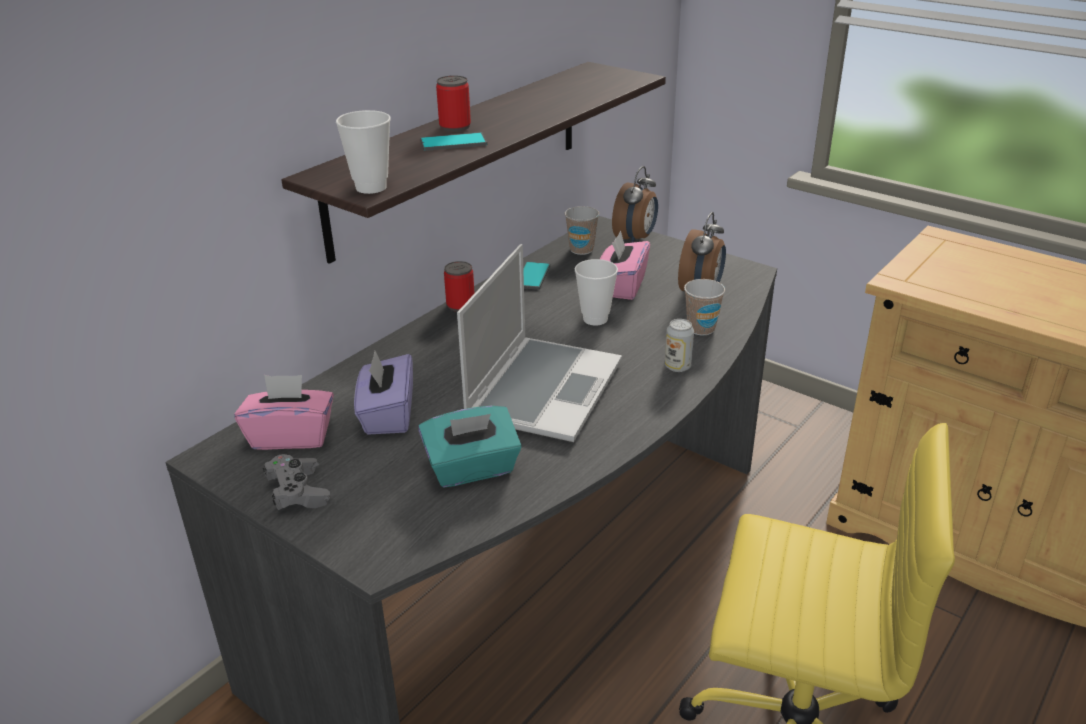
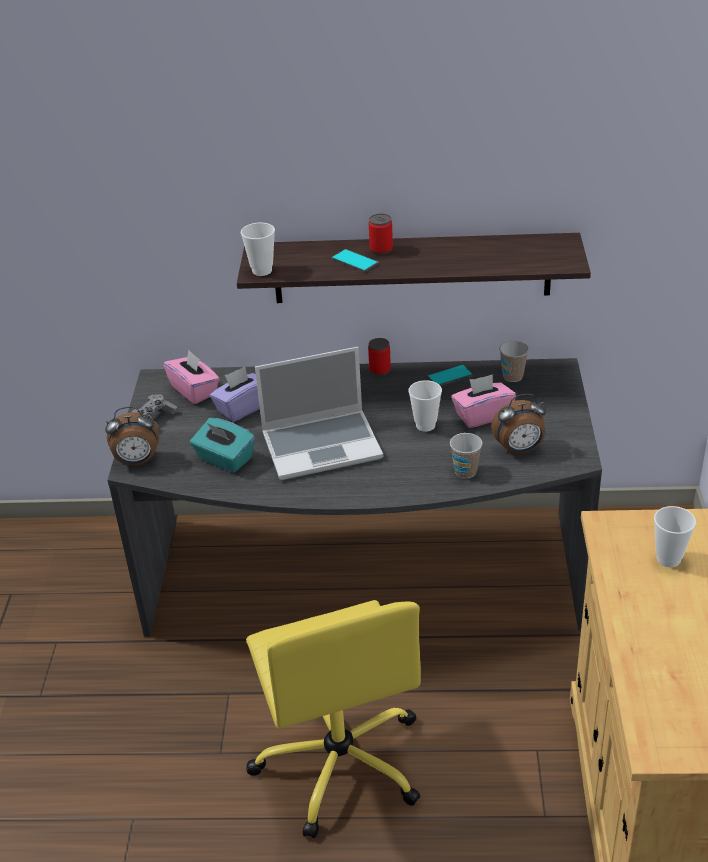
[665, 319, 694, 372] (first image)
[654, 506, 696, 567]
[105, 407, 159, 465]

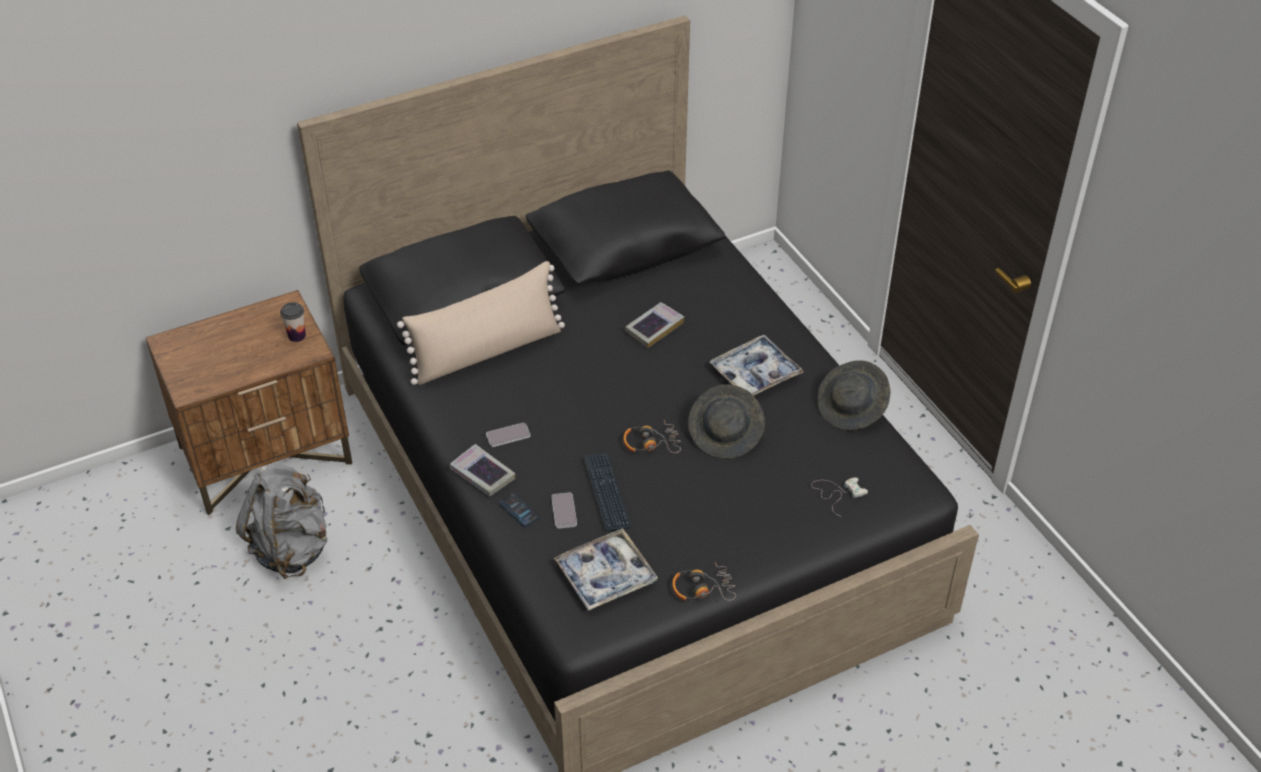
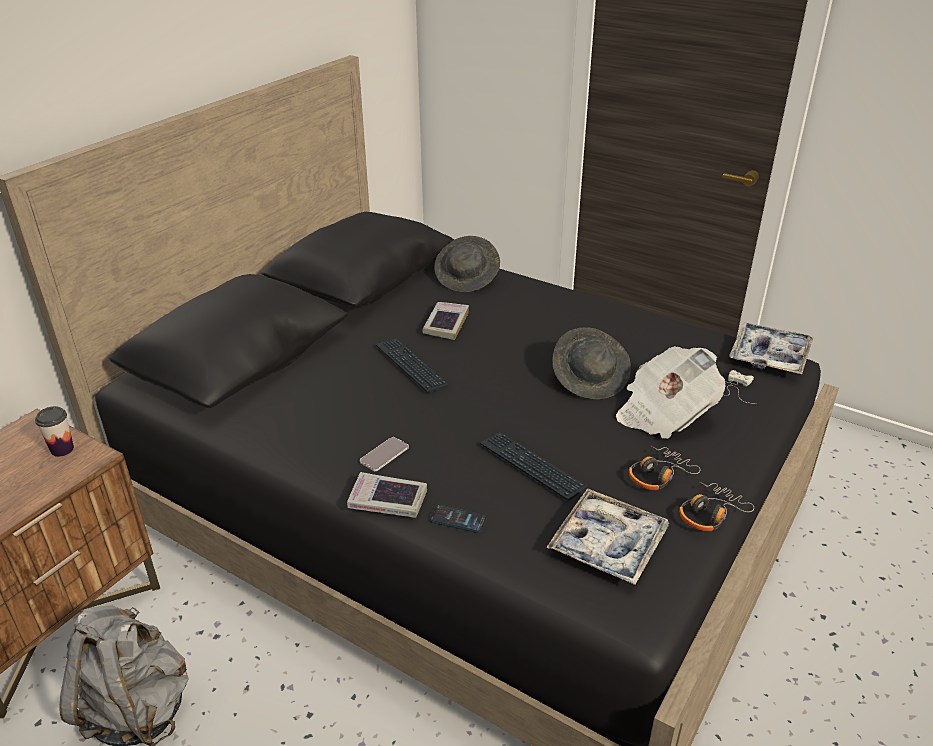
[397, 261, 565, 385] (first image)
[551, 493, 577, 529] (first image)
[375, 339, 449, 393]
[616, 346, 726, 439]
[629, 446, 701, 490]
[730, 322, 813, 374]
[434, 236, 500, 292]

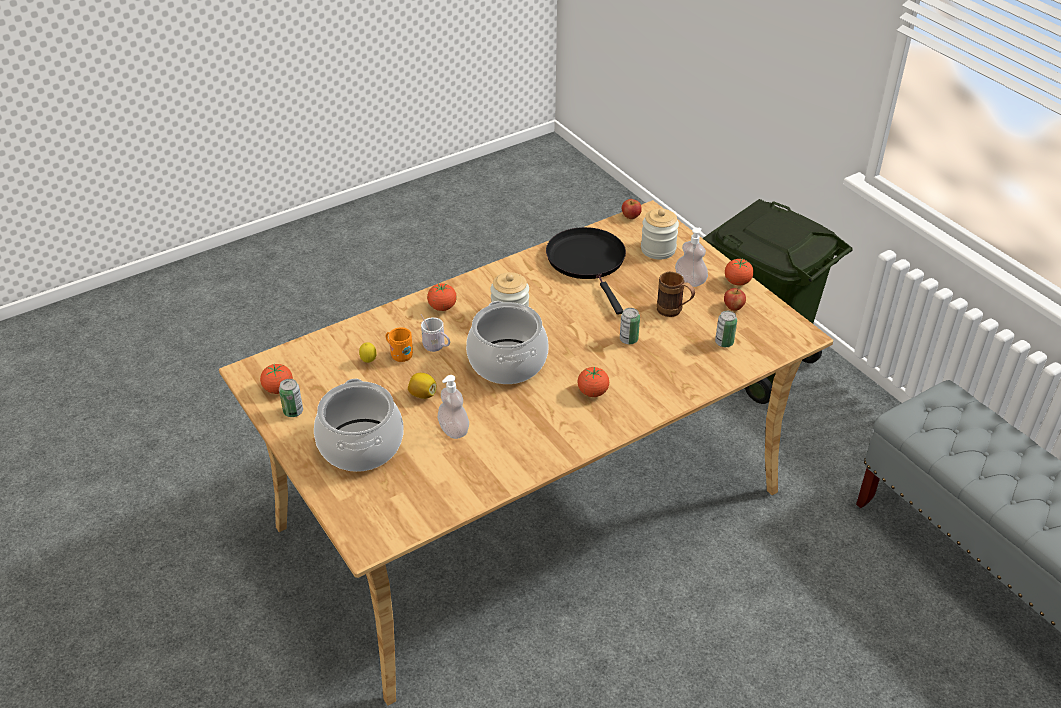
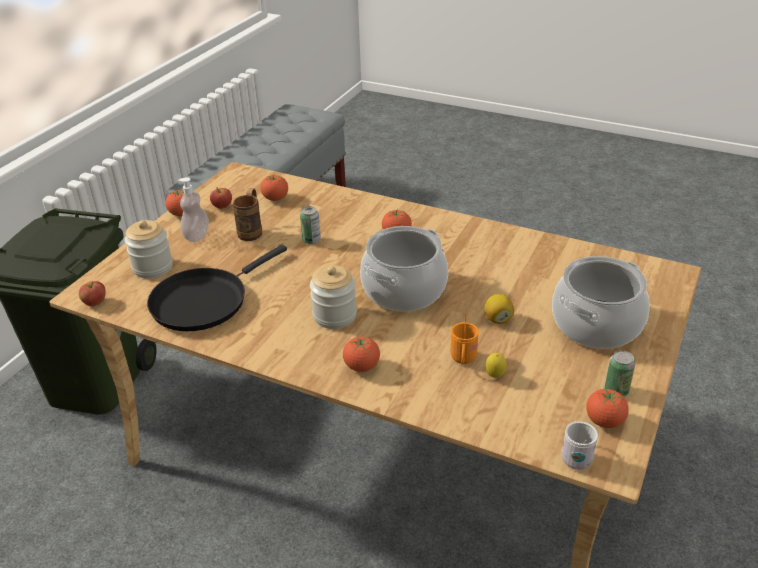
[438, 375, 469, 439] (first image)
[562, 421, 598, 470]
[260, 175, 288, 201]

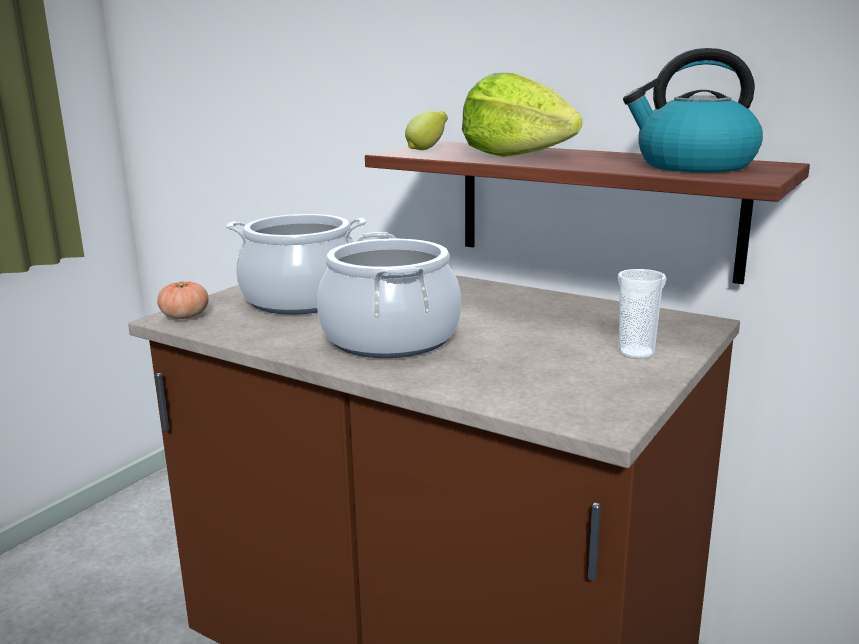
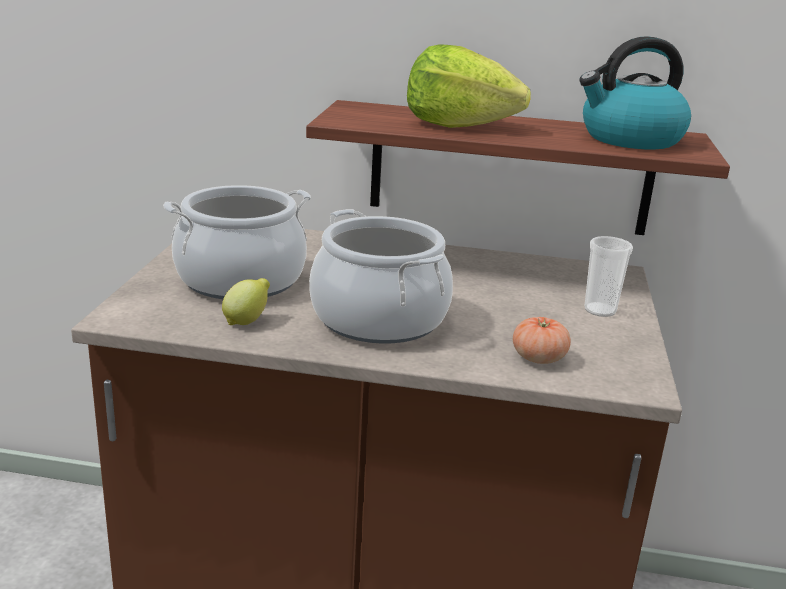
[513, 317, 571, 364]
[222, 278, 270, 325]

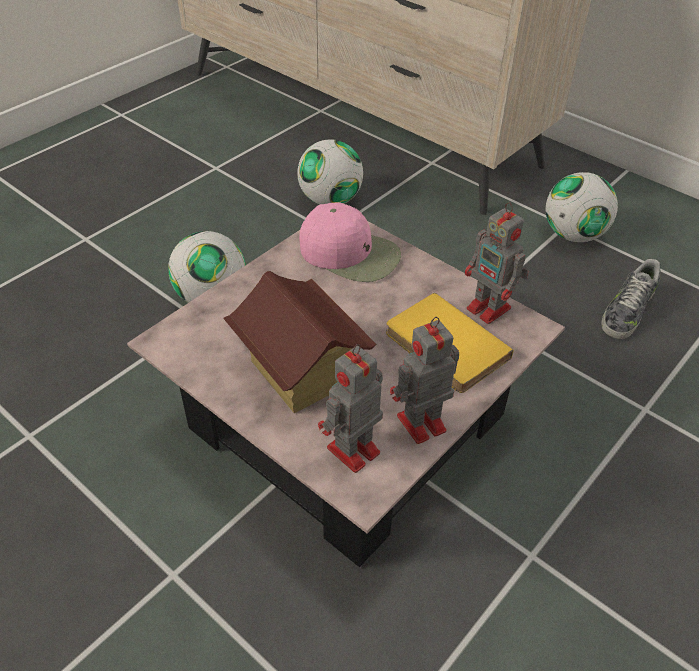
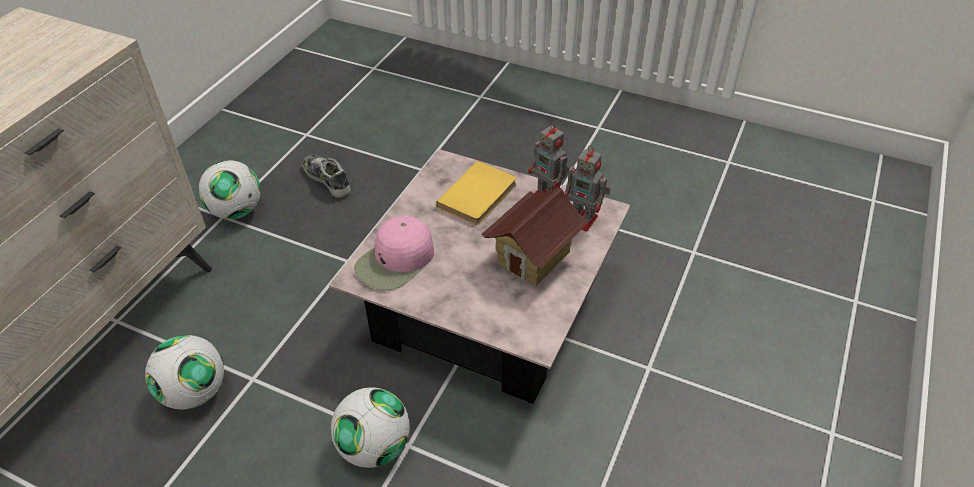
[465, 202, 529, 324] (first image)
[354, 215, 434, 290]
[302, 154, 351, 198]

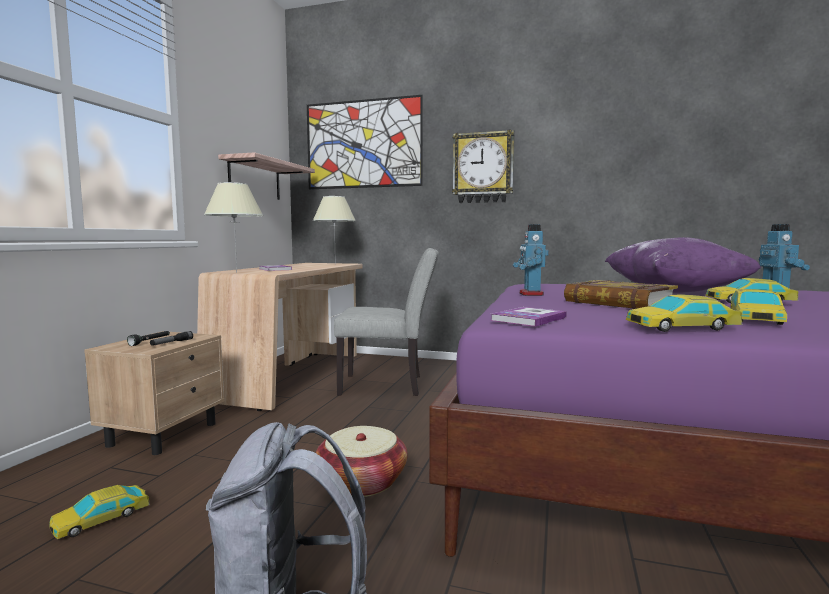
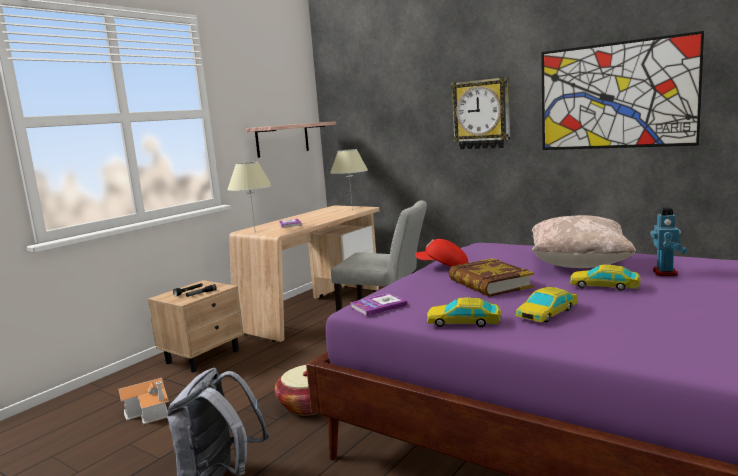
[541, 31, 704, 150]
[119, 378, 169, 425]
[415, 239, 468, 267]
[532, 215, 636, 268]

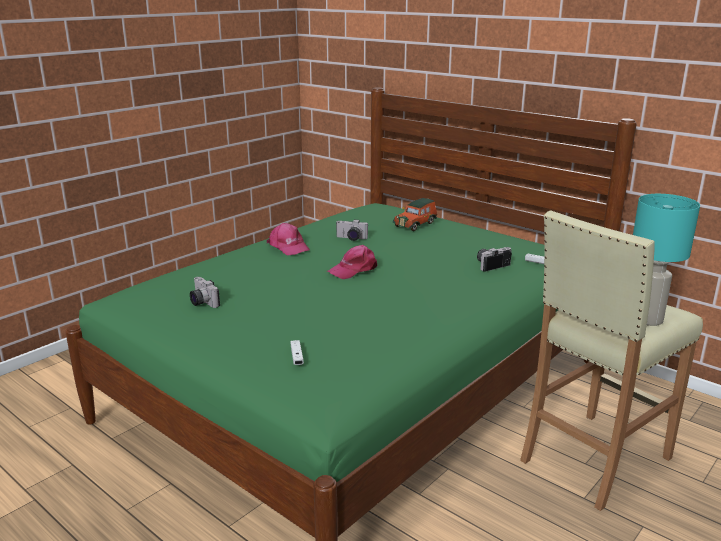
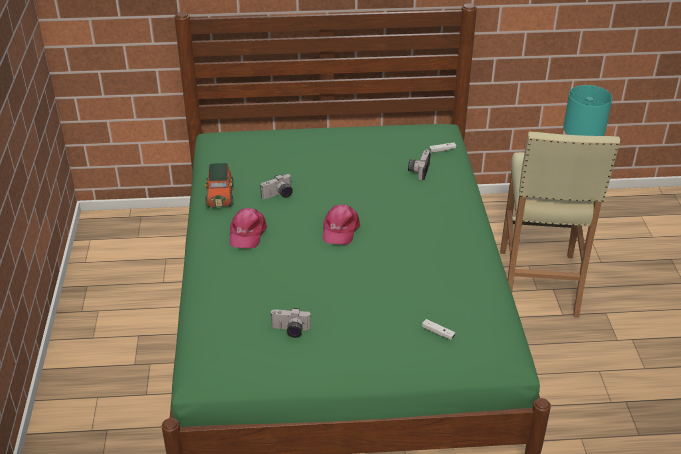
[205, 163, 233, 208]
[229, 208, 267, 248]

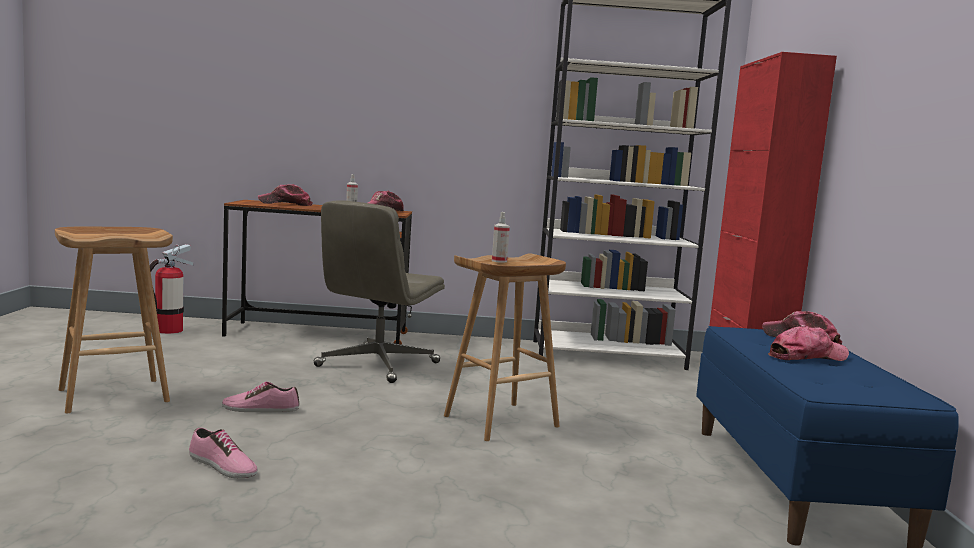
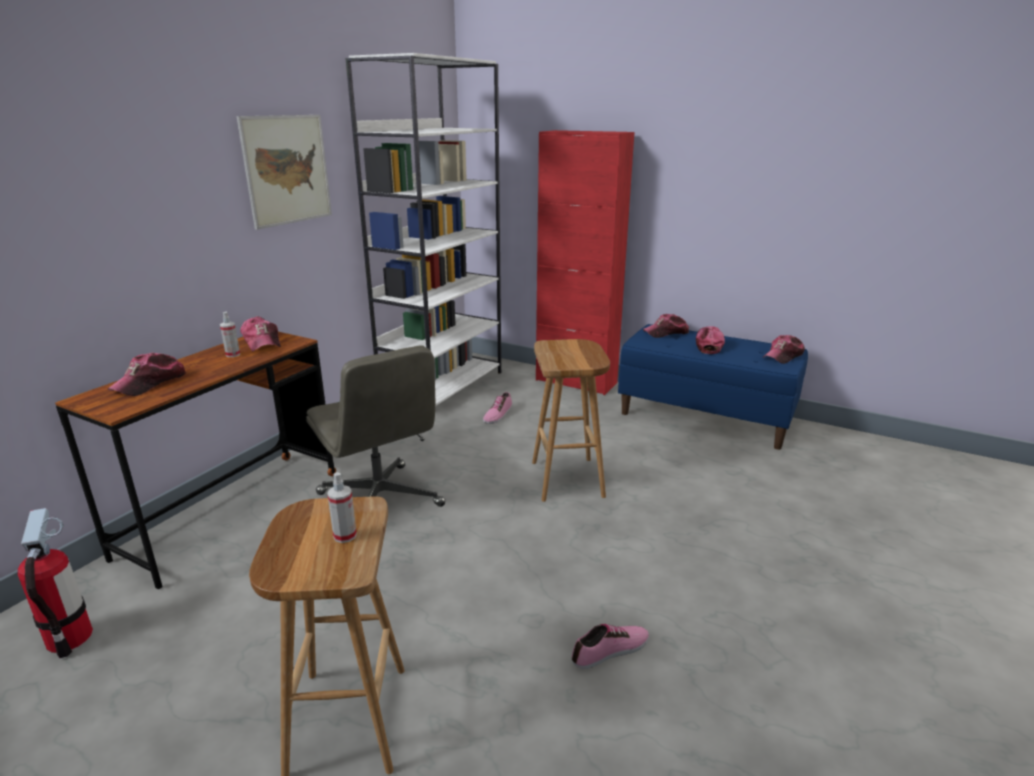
[236, 115, 332, 230]
[763, 335, 805, 364]
[483, 392, 512, 424]
[327, 472, 357, 543]

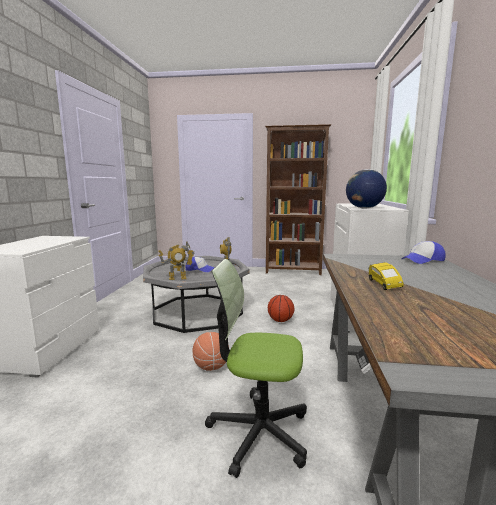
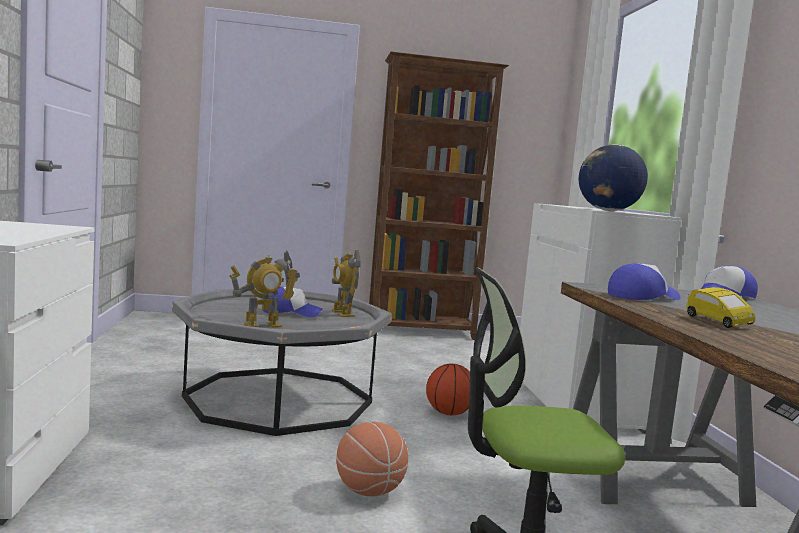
[608, 263, 681, 300]

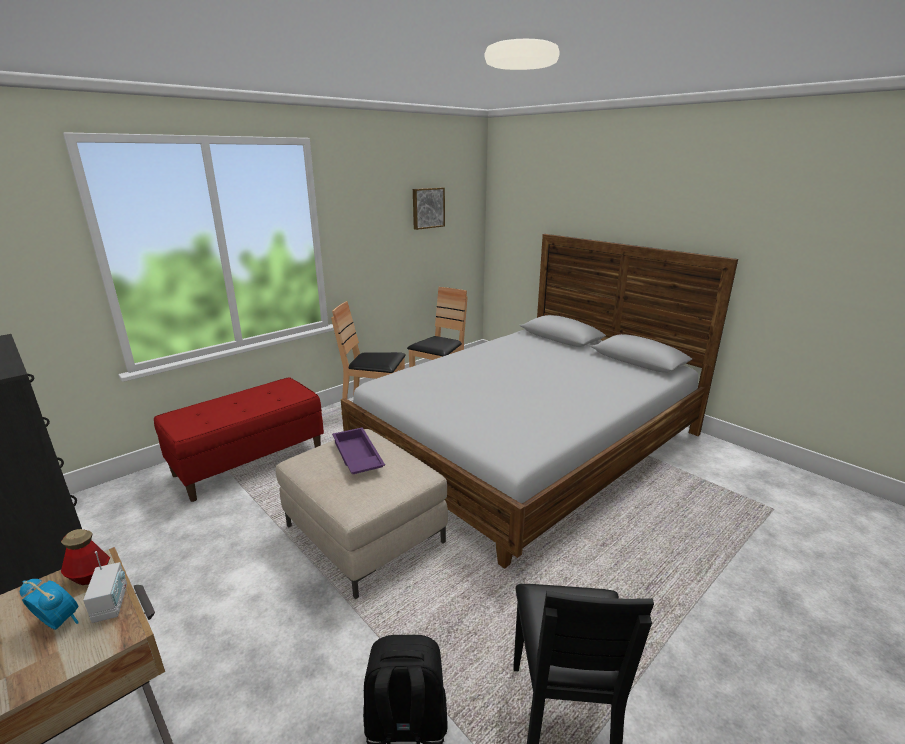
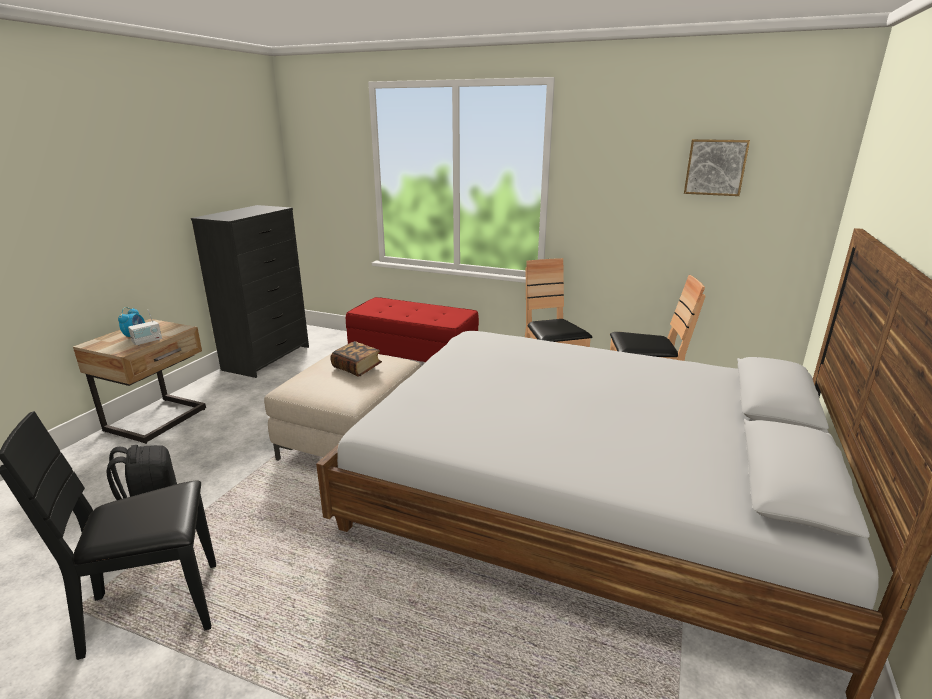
[61, 529, 110, 585] (first image)
[330, 341, 382, 377]

